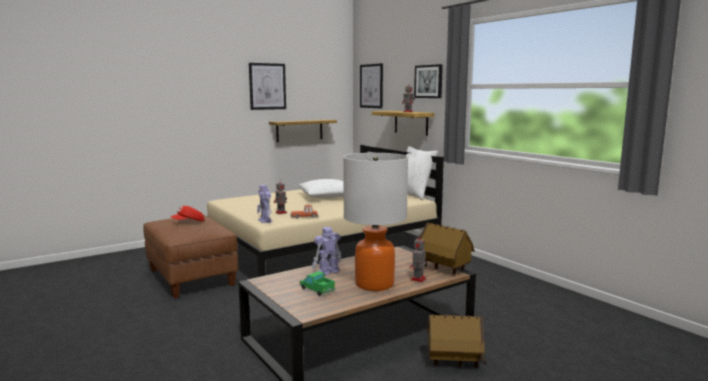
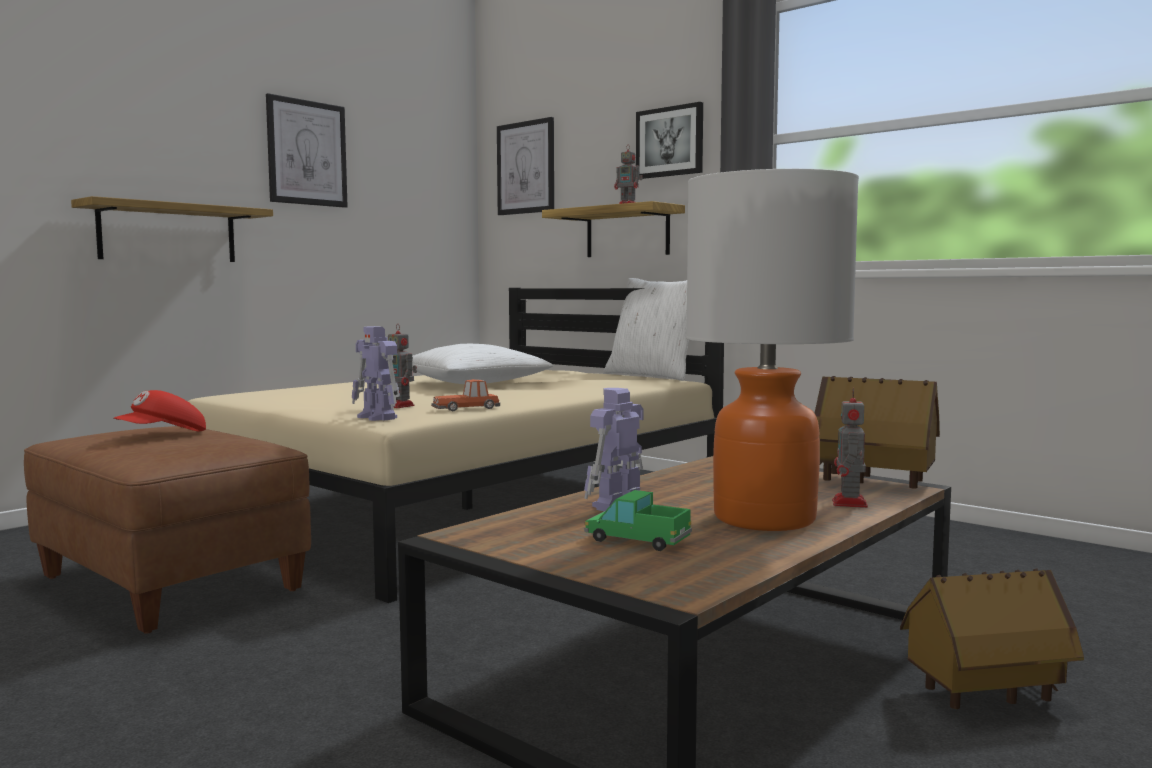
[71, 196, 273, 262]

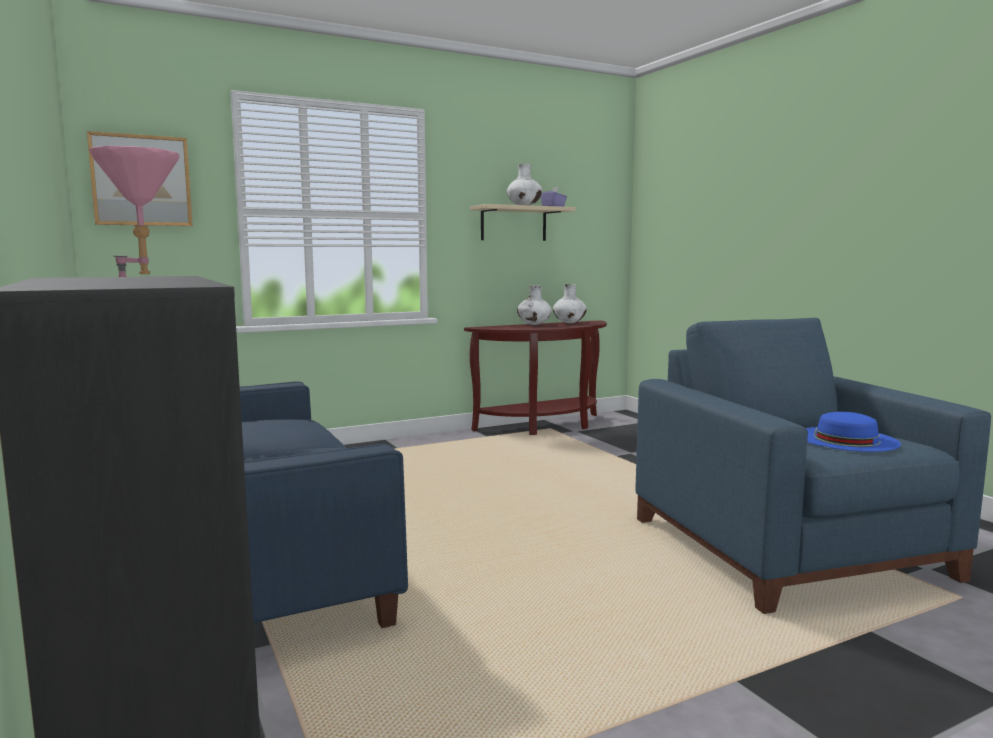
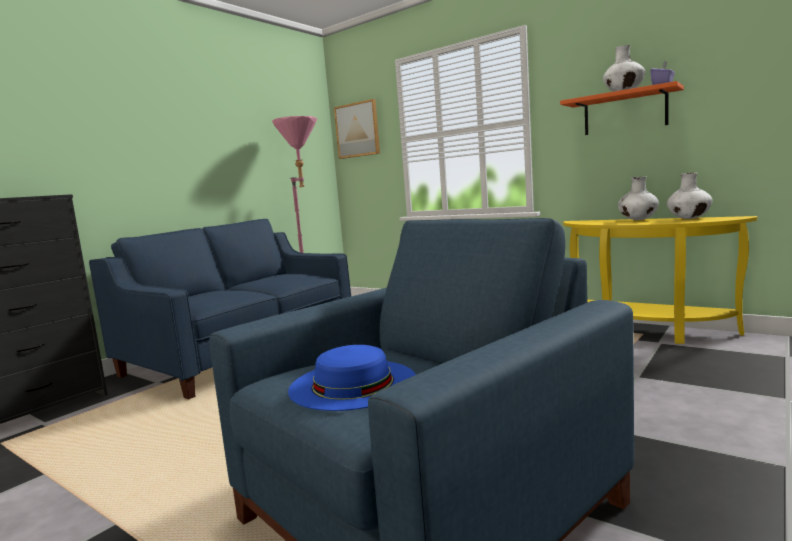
[563, 216, 757, 344]
[560, 81, 684, 135]

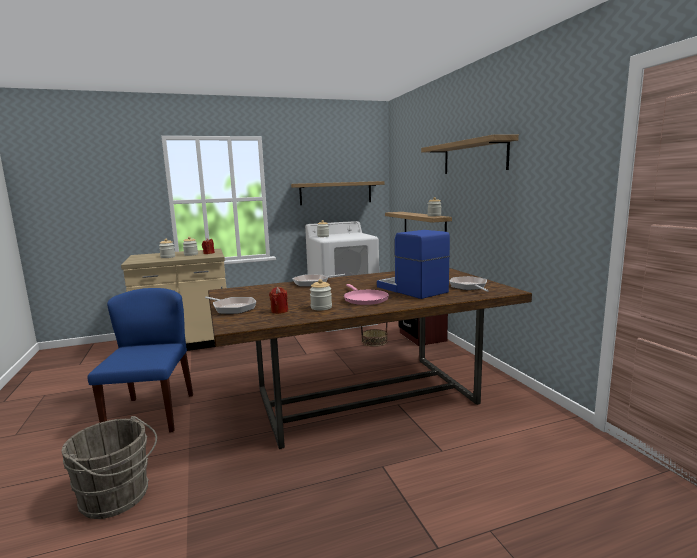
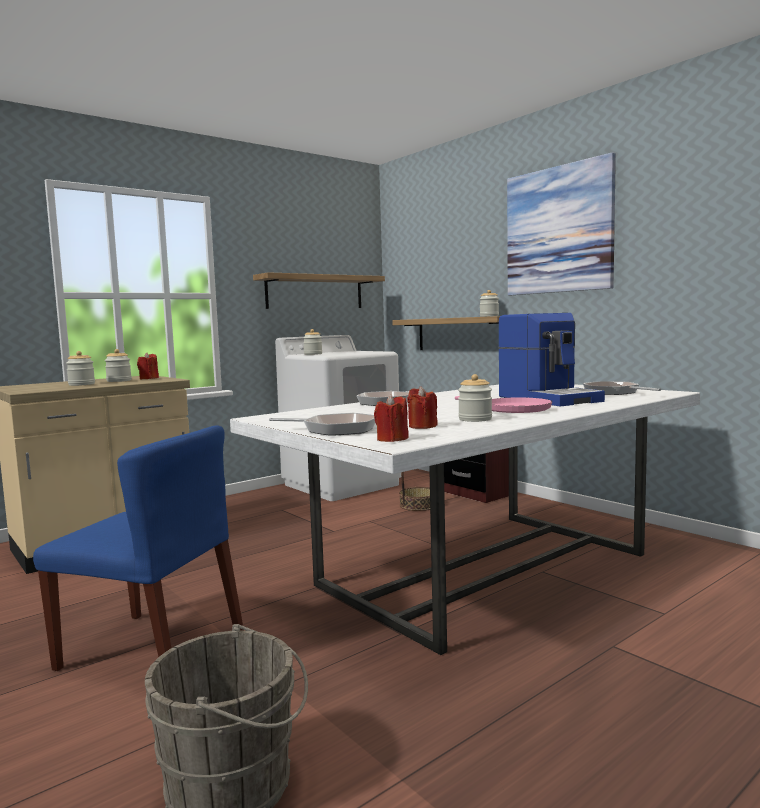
[374, 394, 409, 442]
[507, 152, 616, 295]
[230, 384, 700, 655]
[33, 425, 244, 671]
[498, 313, 605, 406]

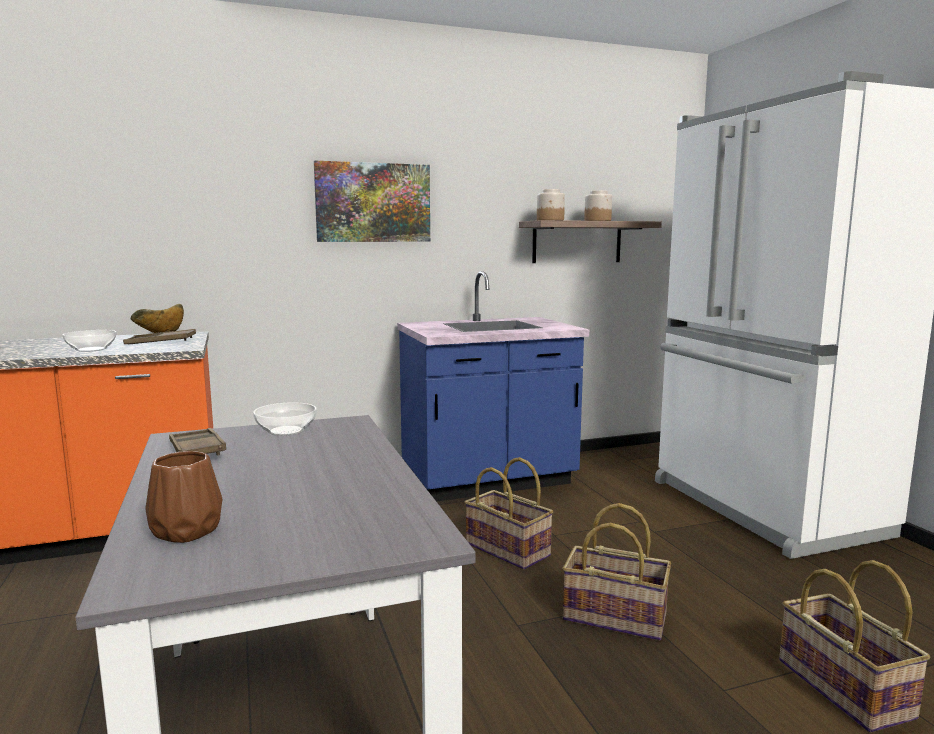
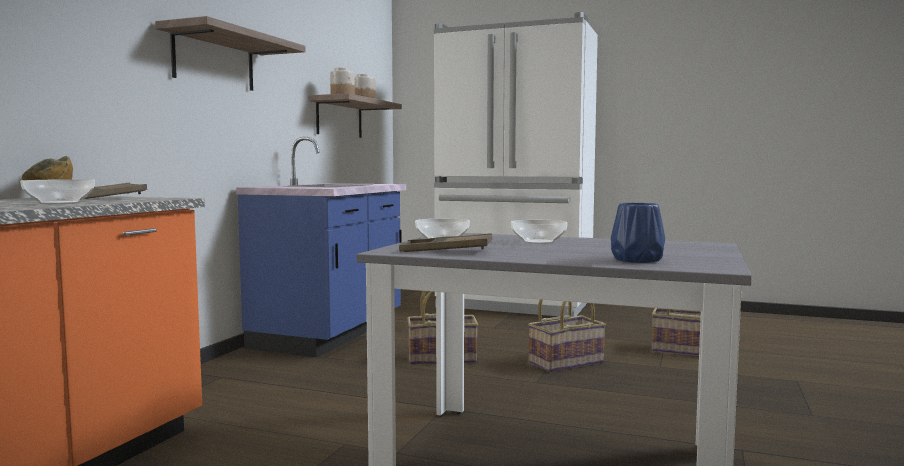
[511, 220, 568, 244]
[155, 16, 306, 91]
[611, 203, 665, 263]

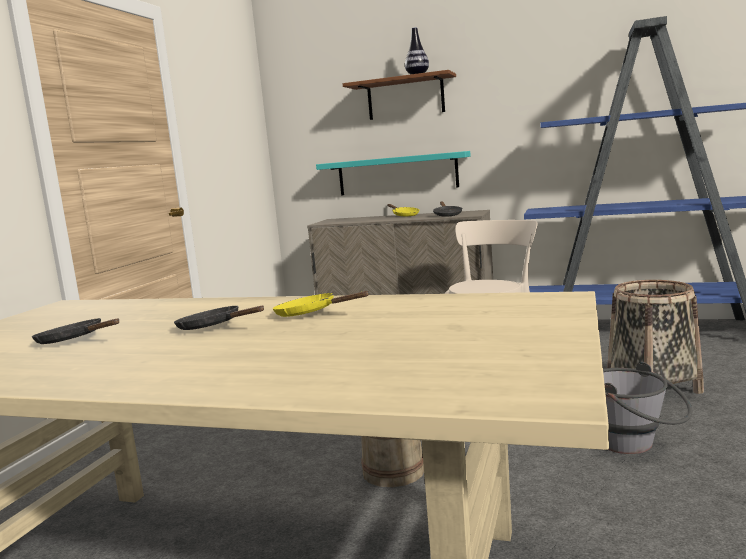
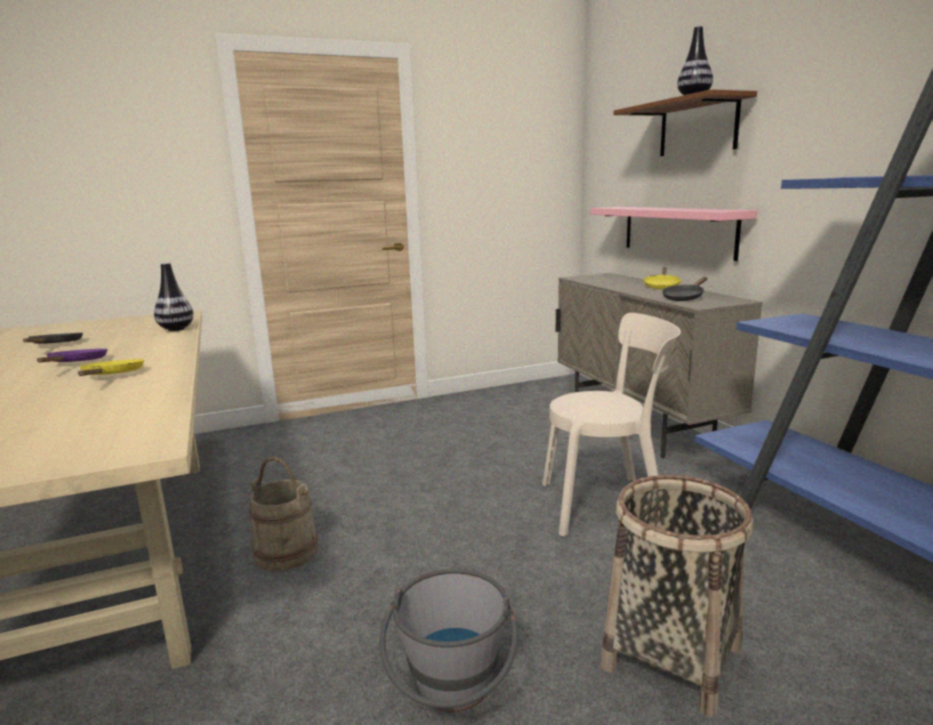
[154, 263, 194, 331]
[37, 349, 108, 362]
[591, 207, 757, 261]

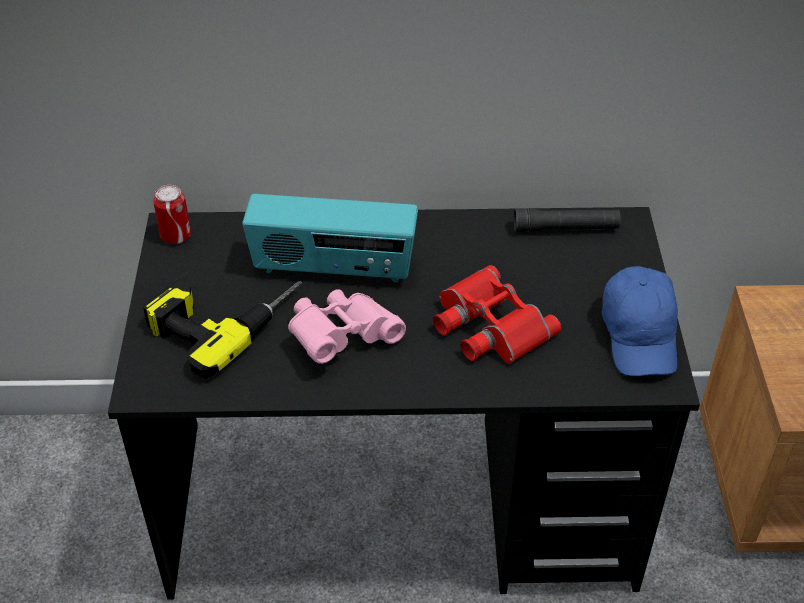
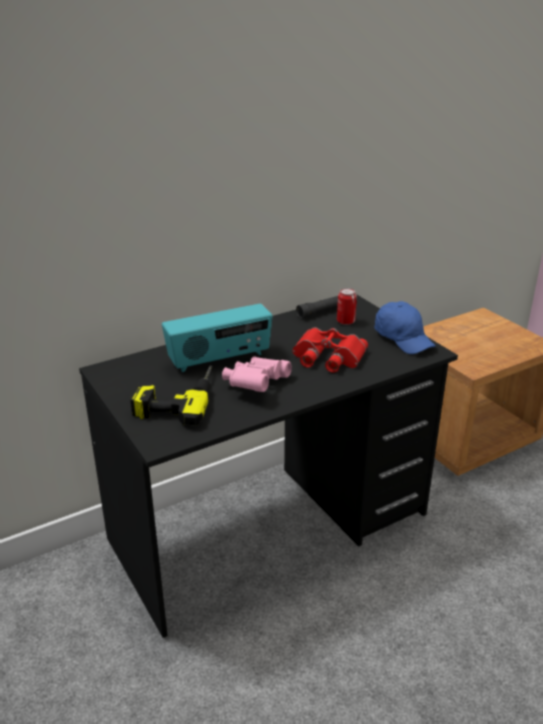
[337, 288, 357, 325]

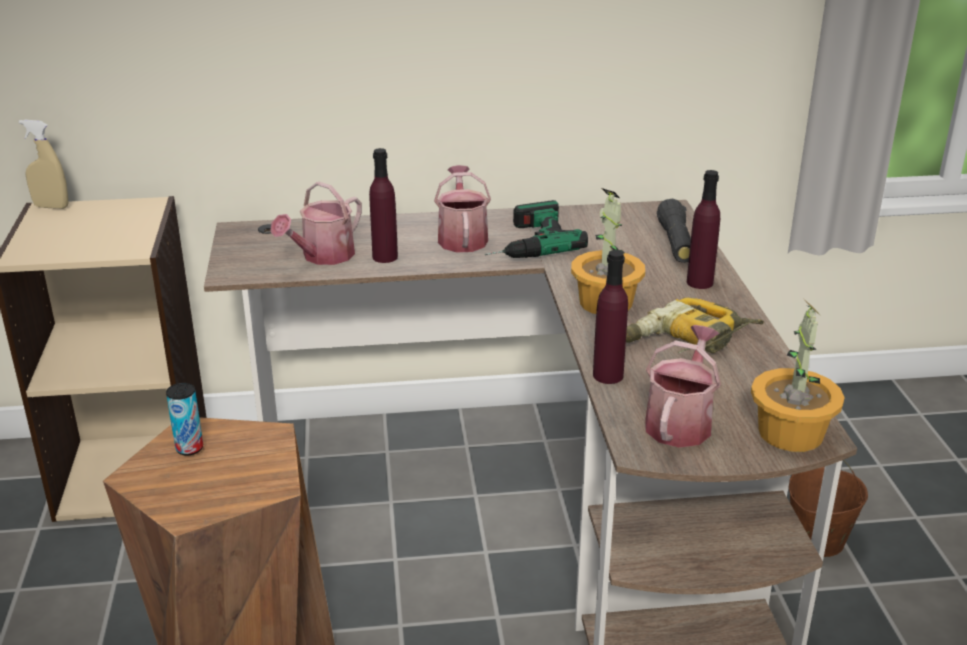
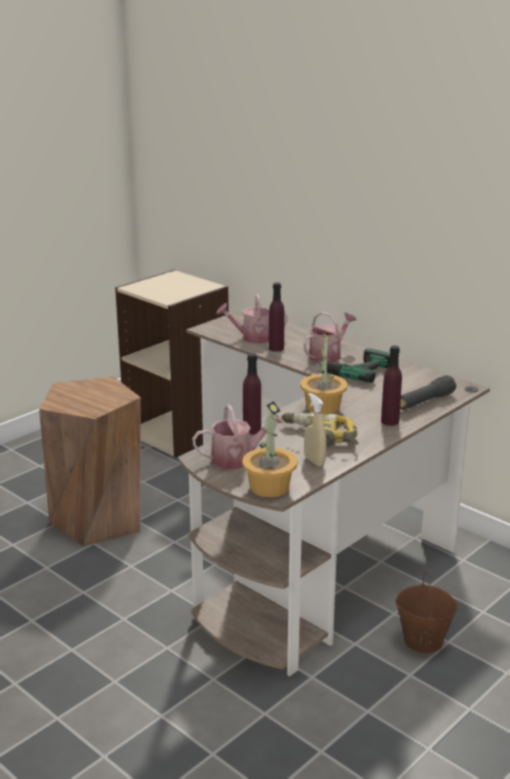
[166, 383, 203, 456] (first image)
[304, 393, 326, 467]

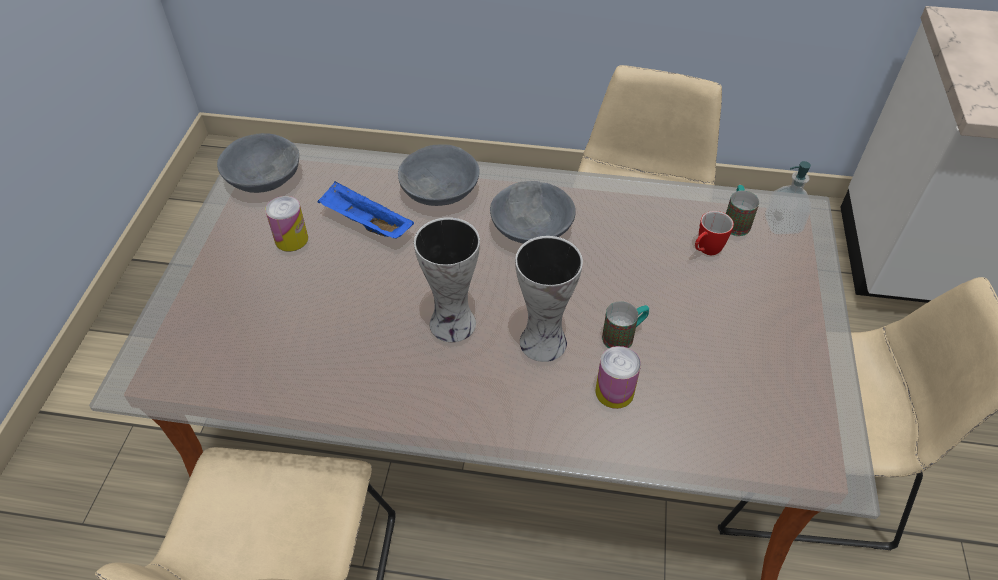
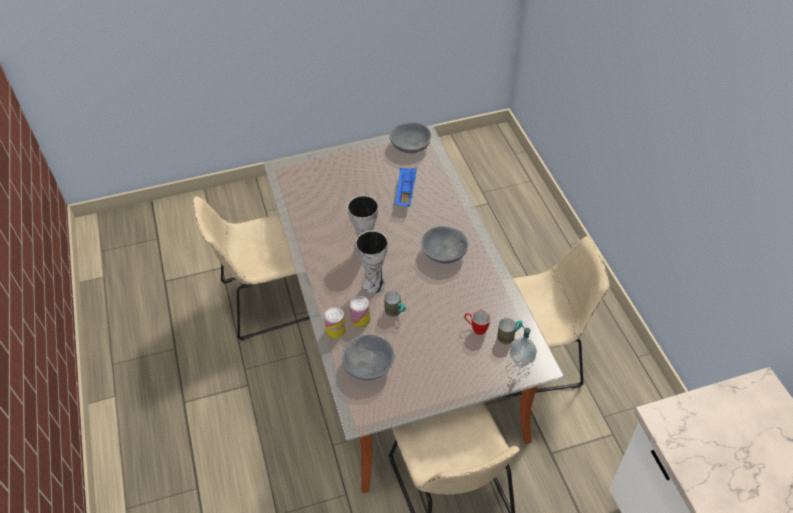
[324, 307, 346, 338]
[342, 335, 394, 380]

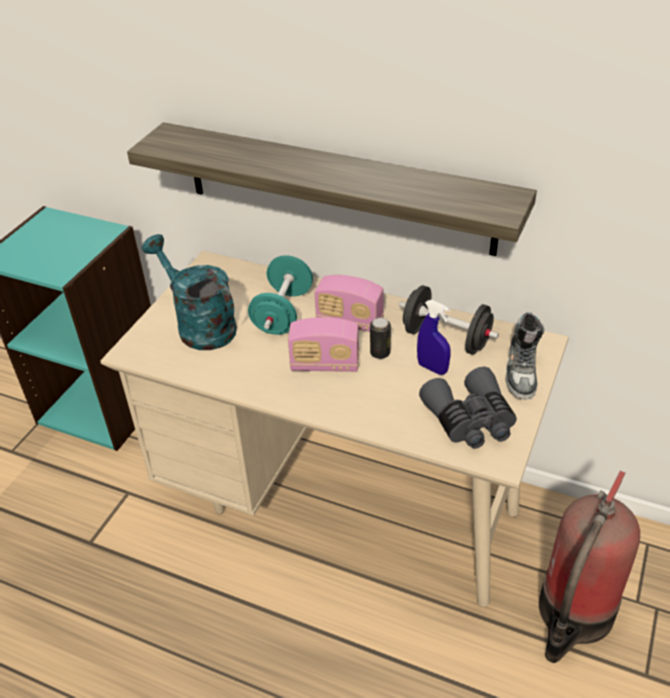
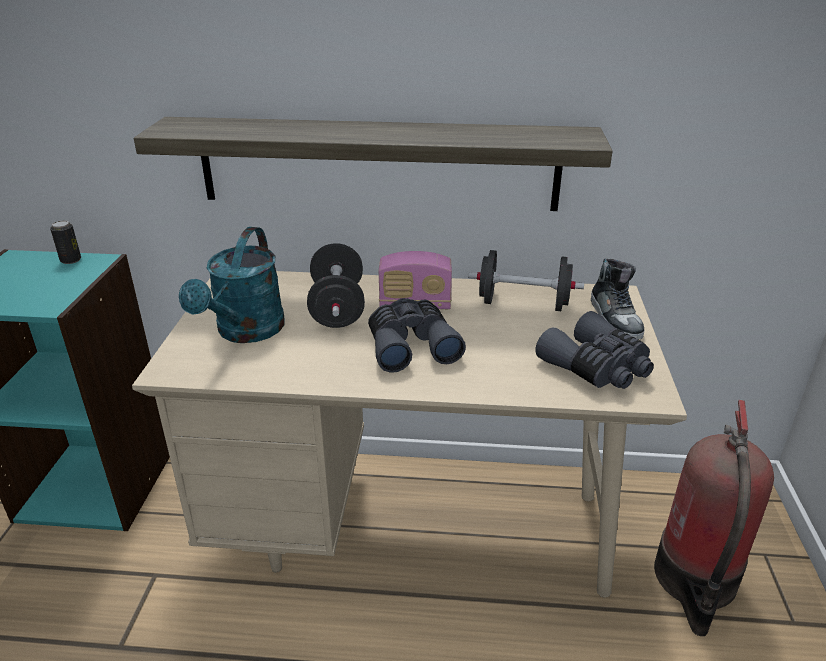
[417, 300, 451, 375] (first image)
[50, 221, 81, 264]
[368, 298, 466, 373]
[307, 243, 365, 328]
[179, 227, 285, 343]

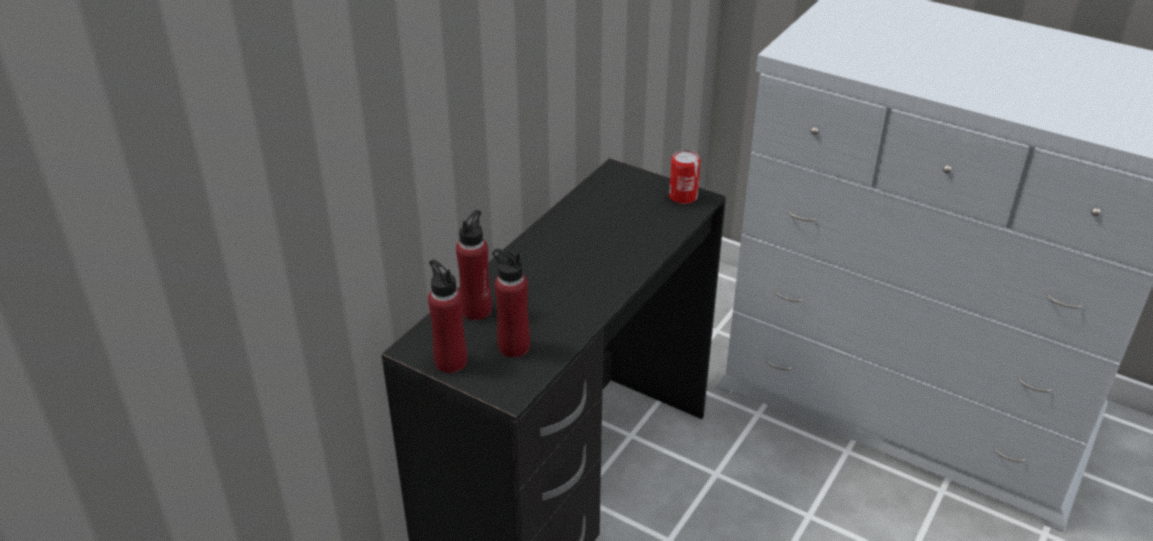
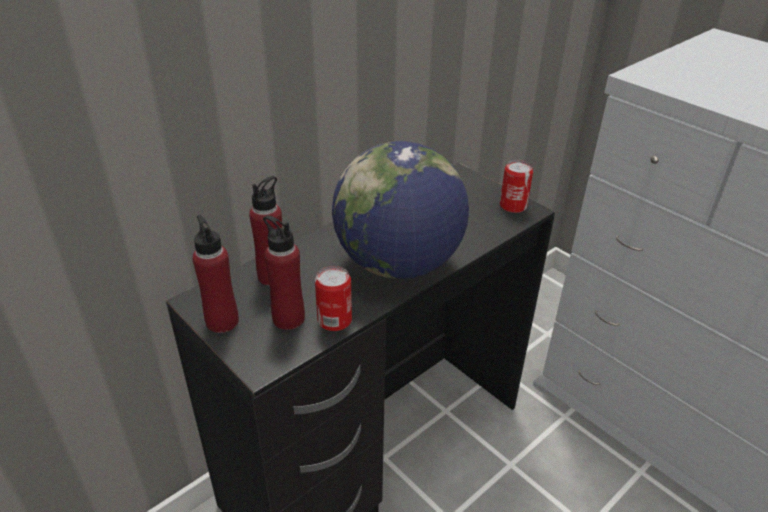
[315, 266, 352, 331]
[332, 141, 469, 279]

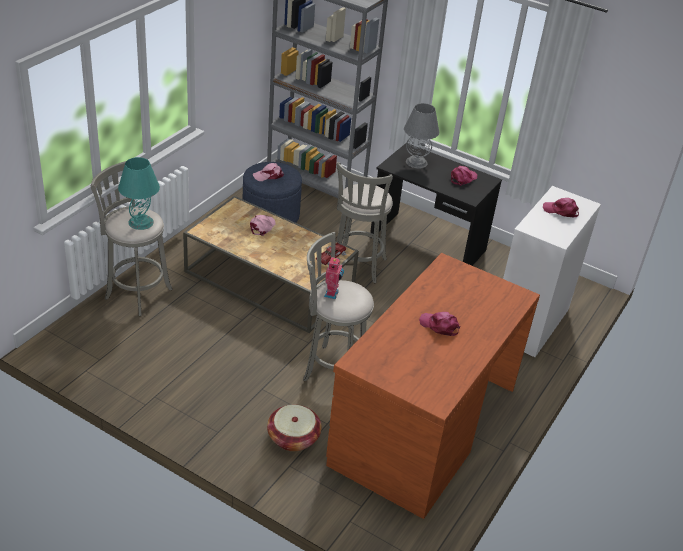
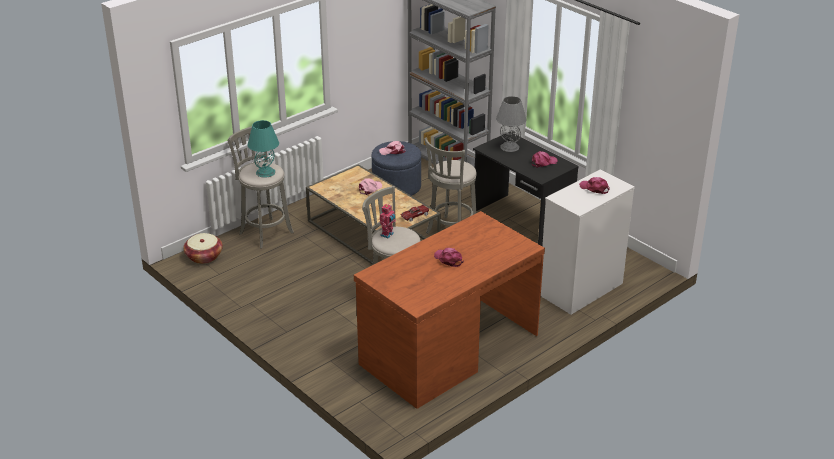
[183, 233, 223, 264]

